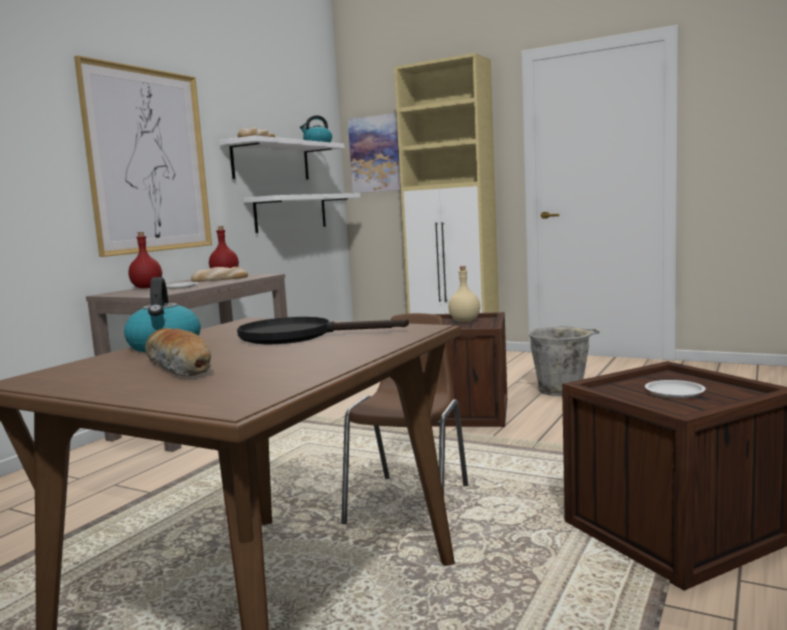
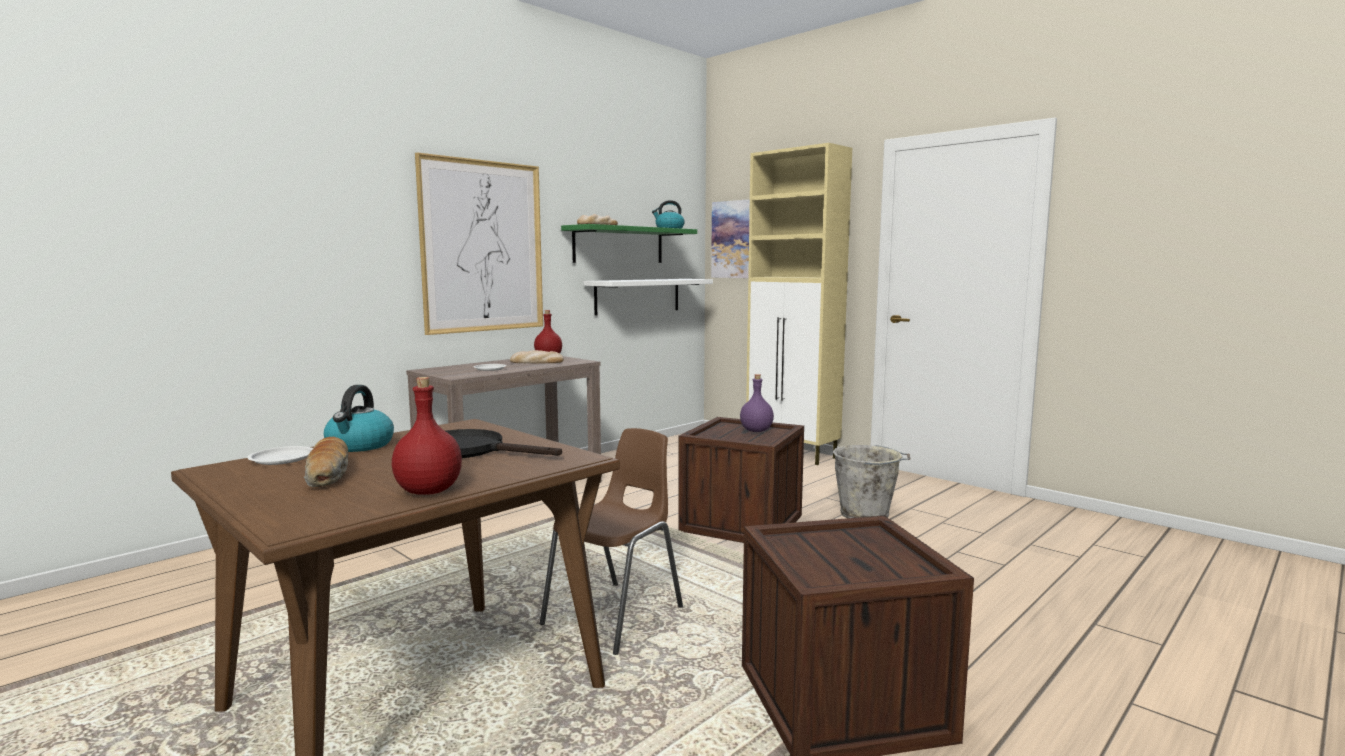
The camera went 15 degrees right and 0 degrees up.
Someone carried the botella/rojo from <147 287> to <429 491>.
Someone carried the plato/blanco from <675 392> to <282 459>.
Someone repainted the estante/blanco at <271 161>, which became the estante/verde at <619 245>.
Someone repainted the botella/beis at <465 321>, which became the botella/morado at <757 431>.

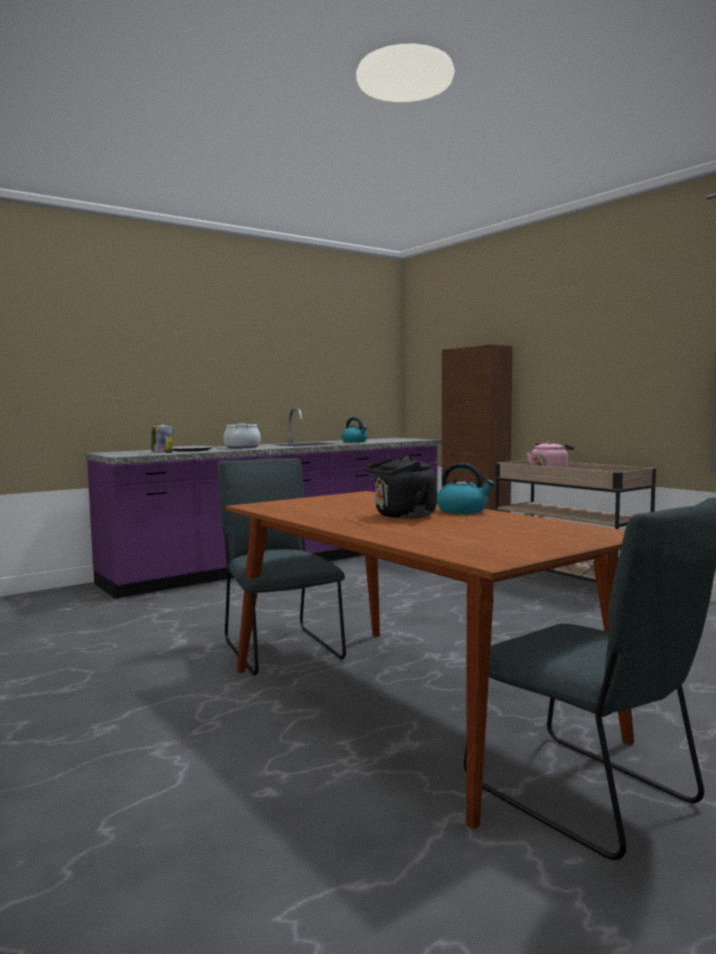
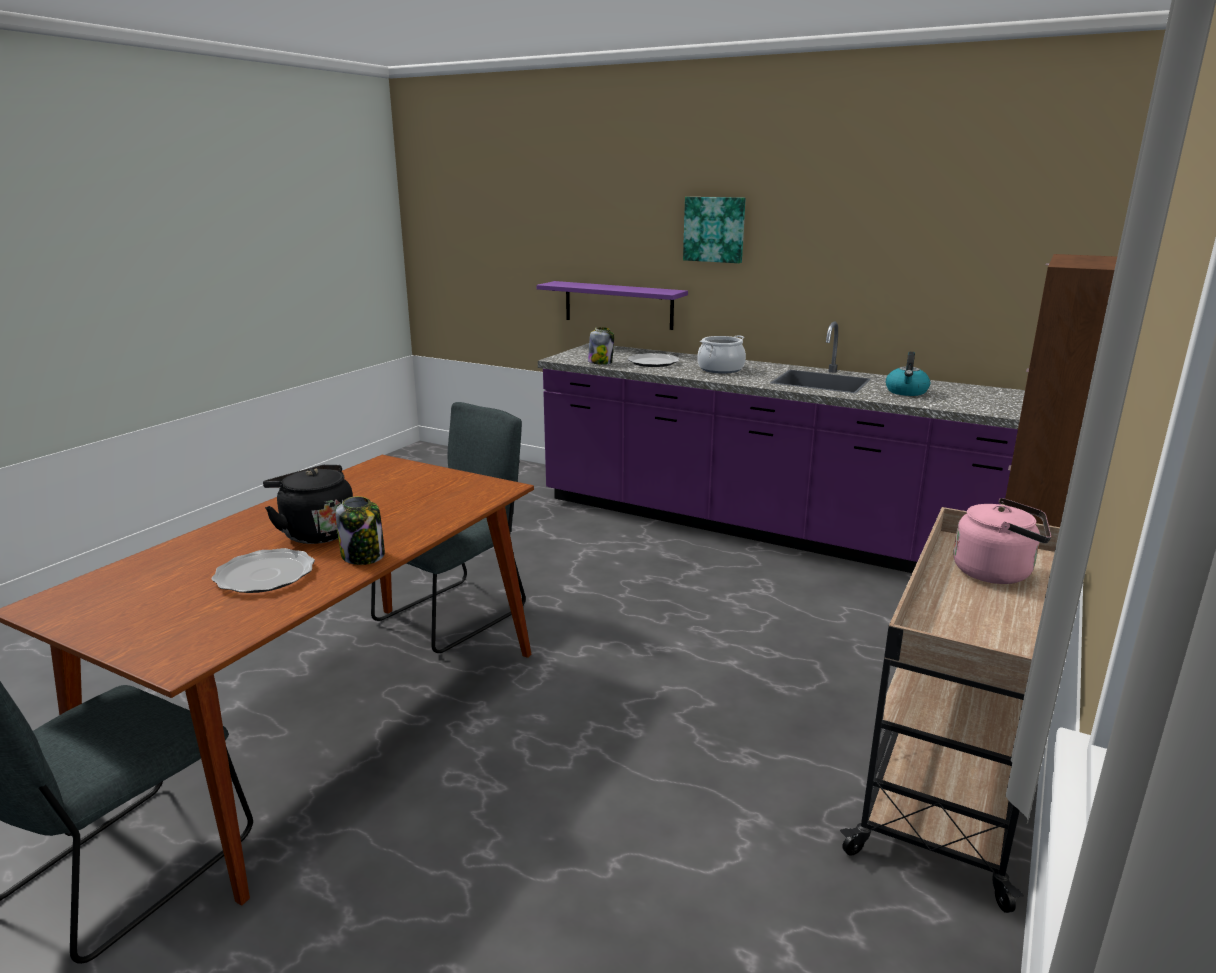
The camera went 65 degrees right and 15 degrees up.
Someone put down the plato at <266 575>.
Someone put up the estante/morado at <618 305>.
Someone put up the cuadro at <714 229>.
Someone swapped the hervidor at <463 511> for the tarro at <363 556>.

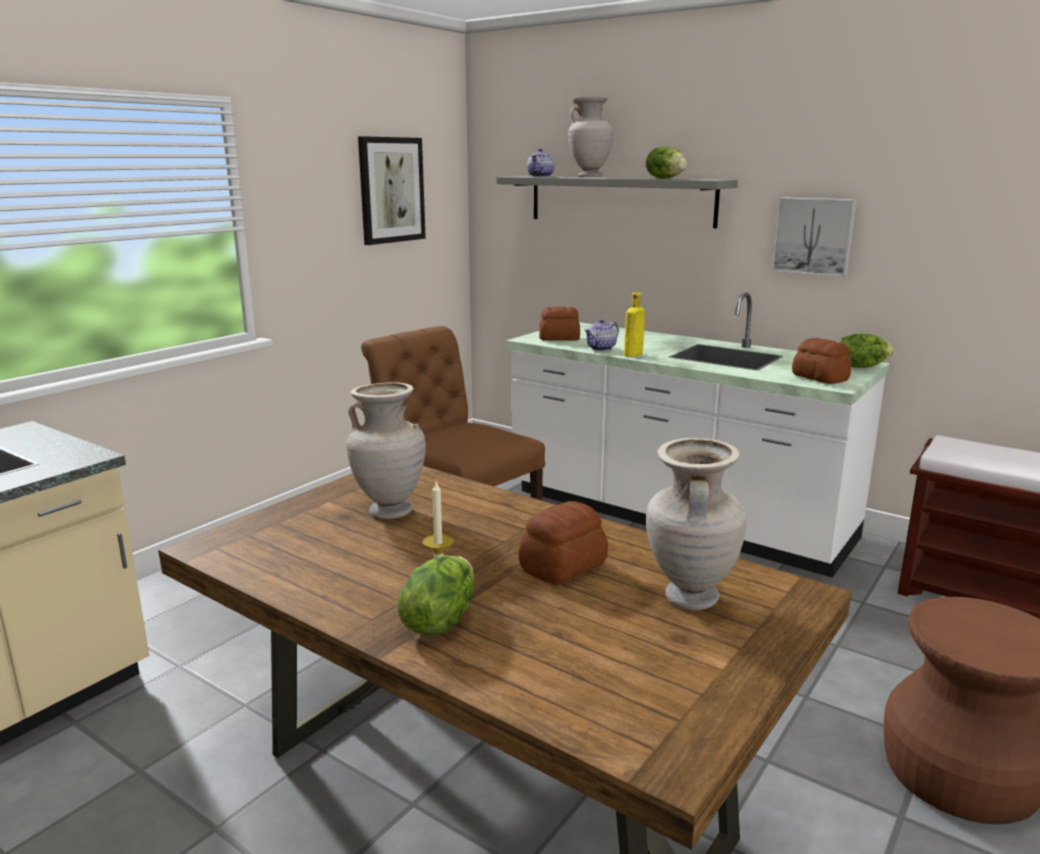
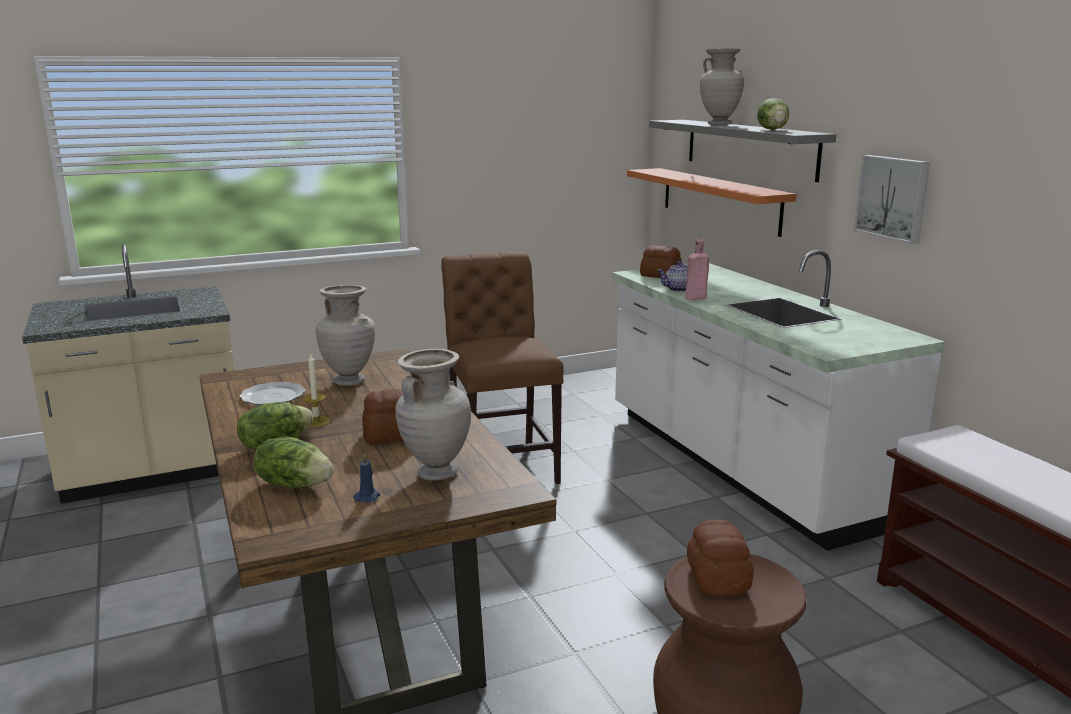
The camera went 30 degrees right and 0 degrees up.
Someone took away the cuadro at <391 190>.
Someone took away the tetera at <540 176>.
Someone put down the plato at <274 396>.
Someone put down the vela/azul at <368 497>.
Someone put up the estante/naranja at <719 200>.
Someone carried the pan from <820 378> to <718 577>.
Someone carried the lechuga from <860 366> to <294 484>.
Someone repainted the botella/amarillo at <632 355>, which became the botella/rosa at <694 298>.

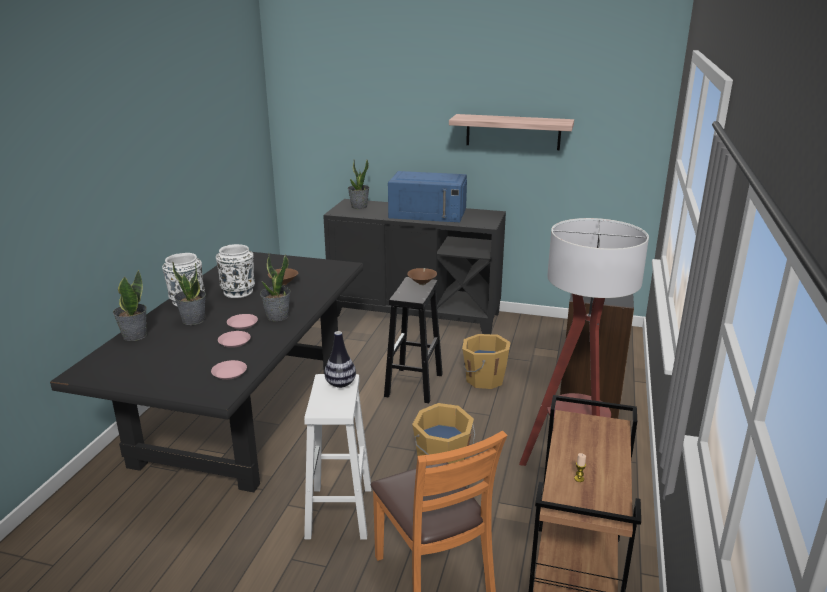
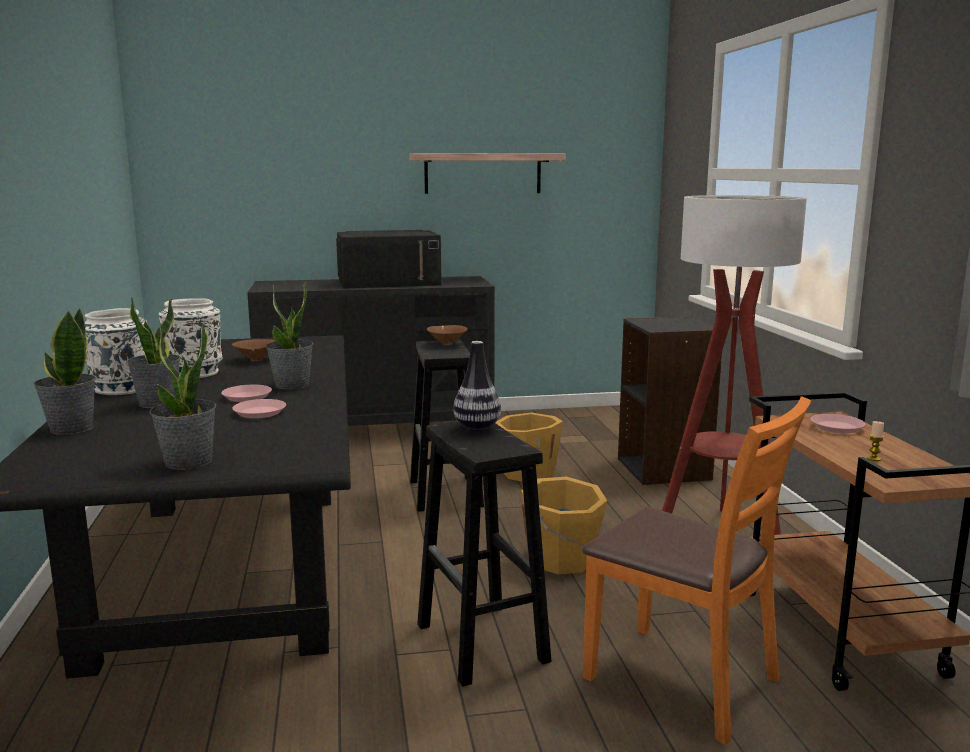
The camera went 25 degrees left and 10 degrees down.
Someone carried the plato/rosa from <229 373> to <837 427>.
Someone carried the planta en maceta from <359 207> to <188 462>.
Someone repainted the taburete/blanco at <339 513>, which became the taburete/negro at <483 644>.
Someone repainted the microondas/azul at <428 213>, which became the microondas/negro at <390 282>.

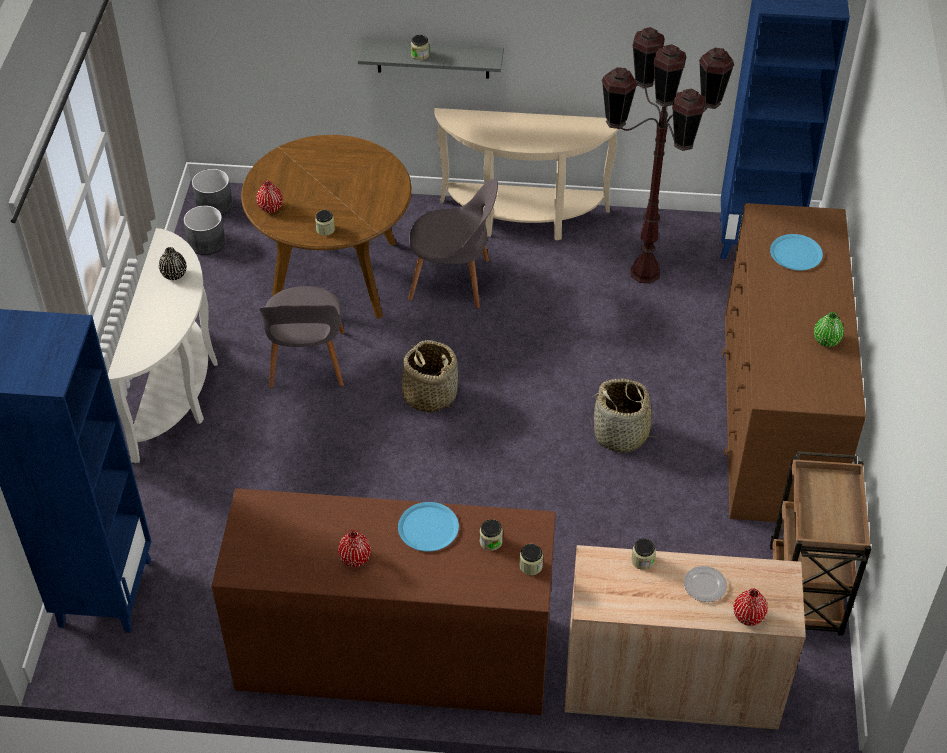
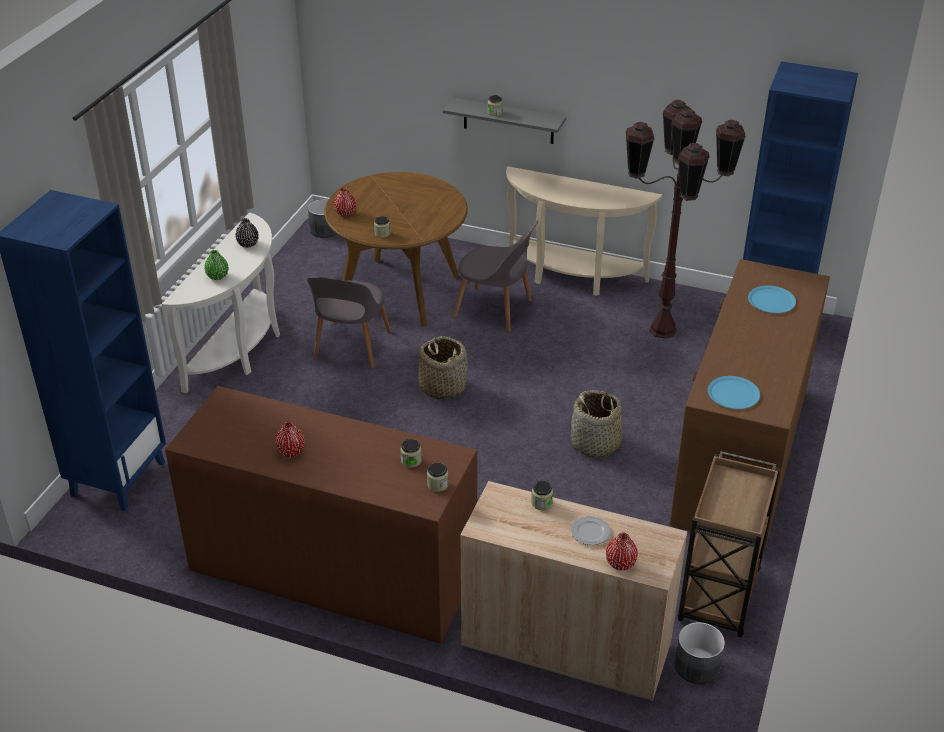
The camera went 15 degrees right and 10 degrees down.
Someone carried the maceta/gris from <206 242> to <697 665>.
Someone carried the plato/azul from <428 527> to <733 393>.
Someone carried the florero/verde from <826 340> to <217 276>.

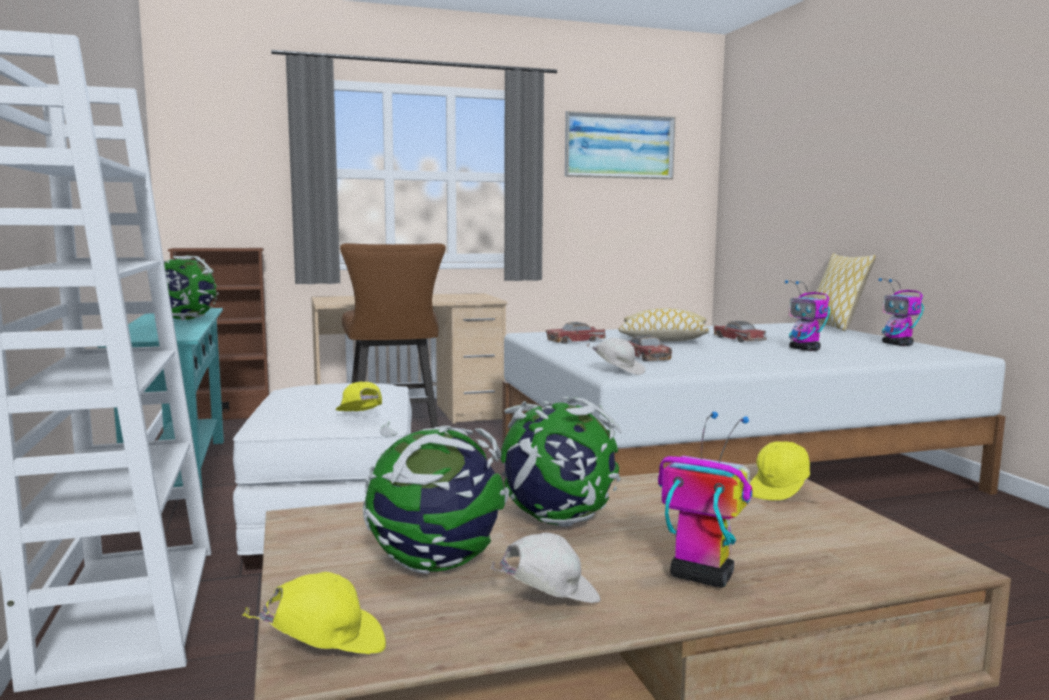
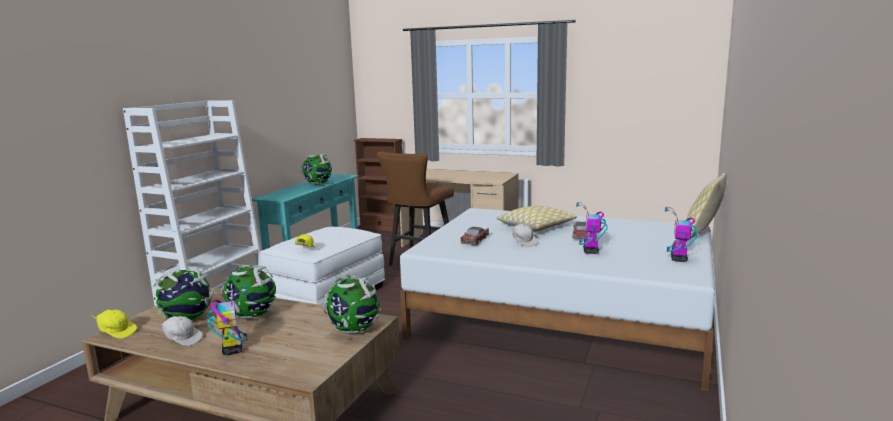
The camera went 40 degrees right and 5 degrees up.
Someone took away the coche de juguete at <575 341>.
Someone took away the cuadro at <619 146>.
Someone carried the gorra/blanco from <619 371> to <524 243>.
Someone swapped the gorra/amarillo at <780 491> for the globo terráqueo at <354 330>.

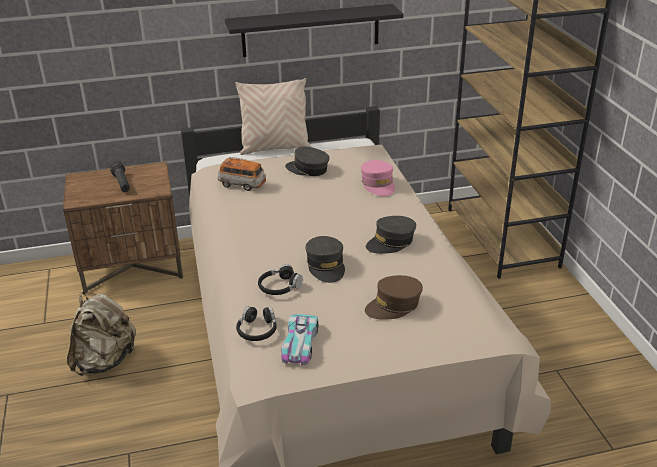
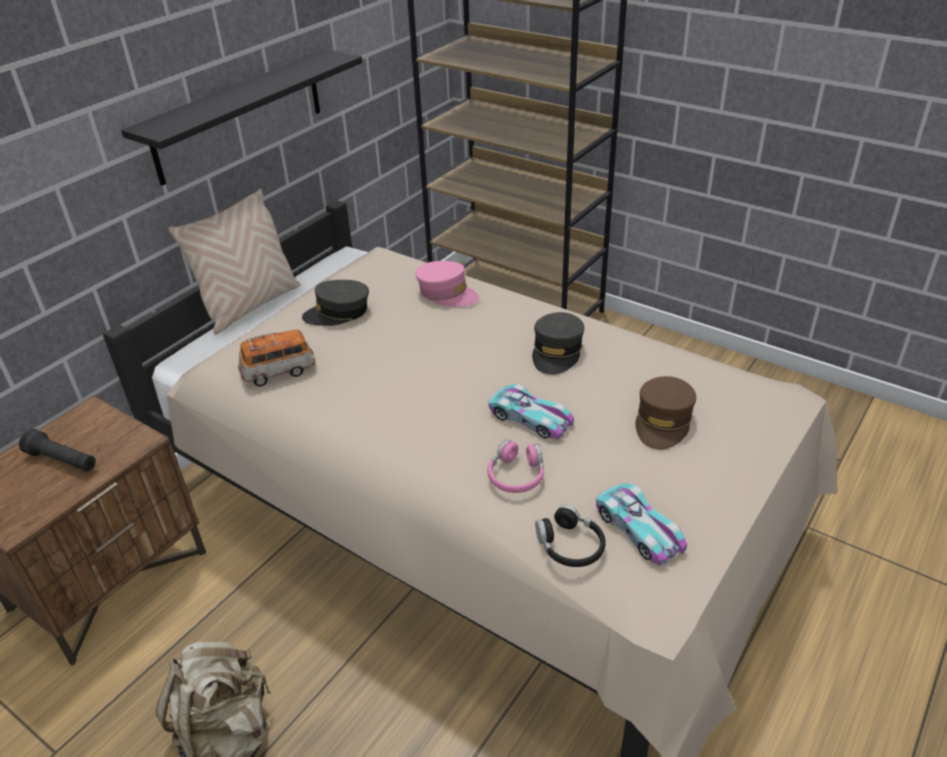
The camera went 40 degrees left and 5 degrees up.
Someone swapped the gorra/gris at <326 266> for the coche de juguete at <530 418>.
Someone repainted the auriculares/negro at <279 287>, which became the auriculares/rosa at <516 475>.

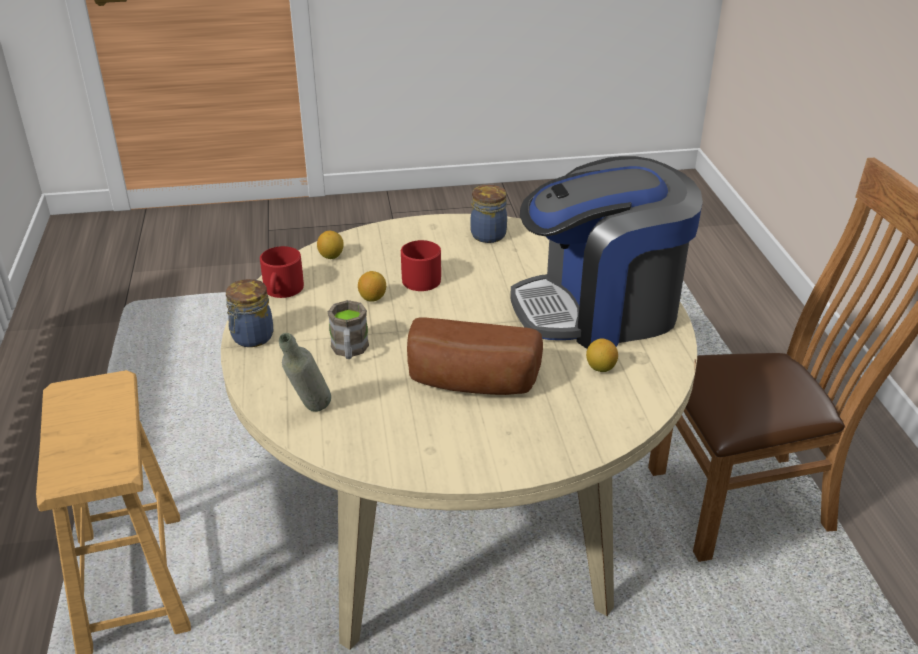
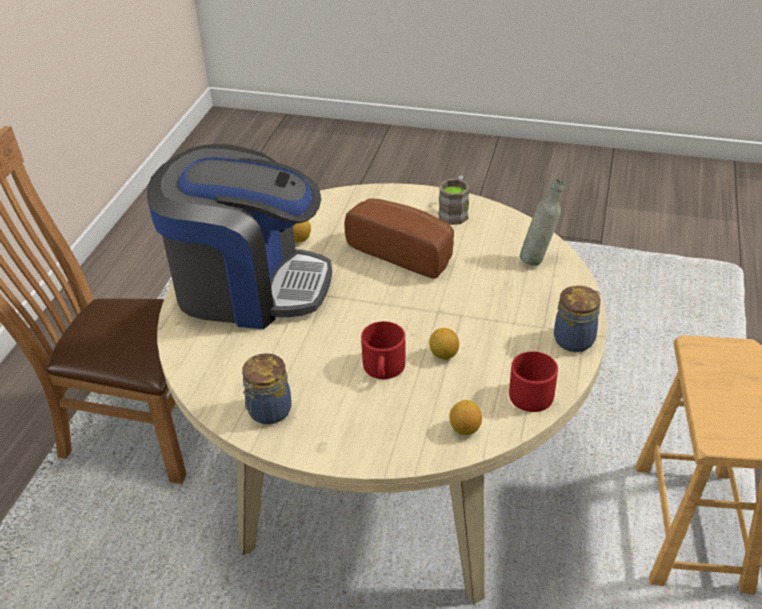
The camera went 155 degrees left and 5 degrees up.
Someone carried the taza grande/marrón from <349 351> to <455 212>.

